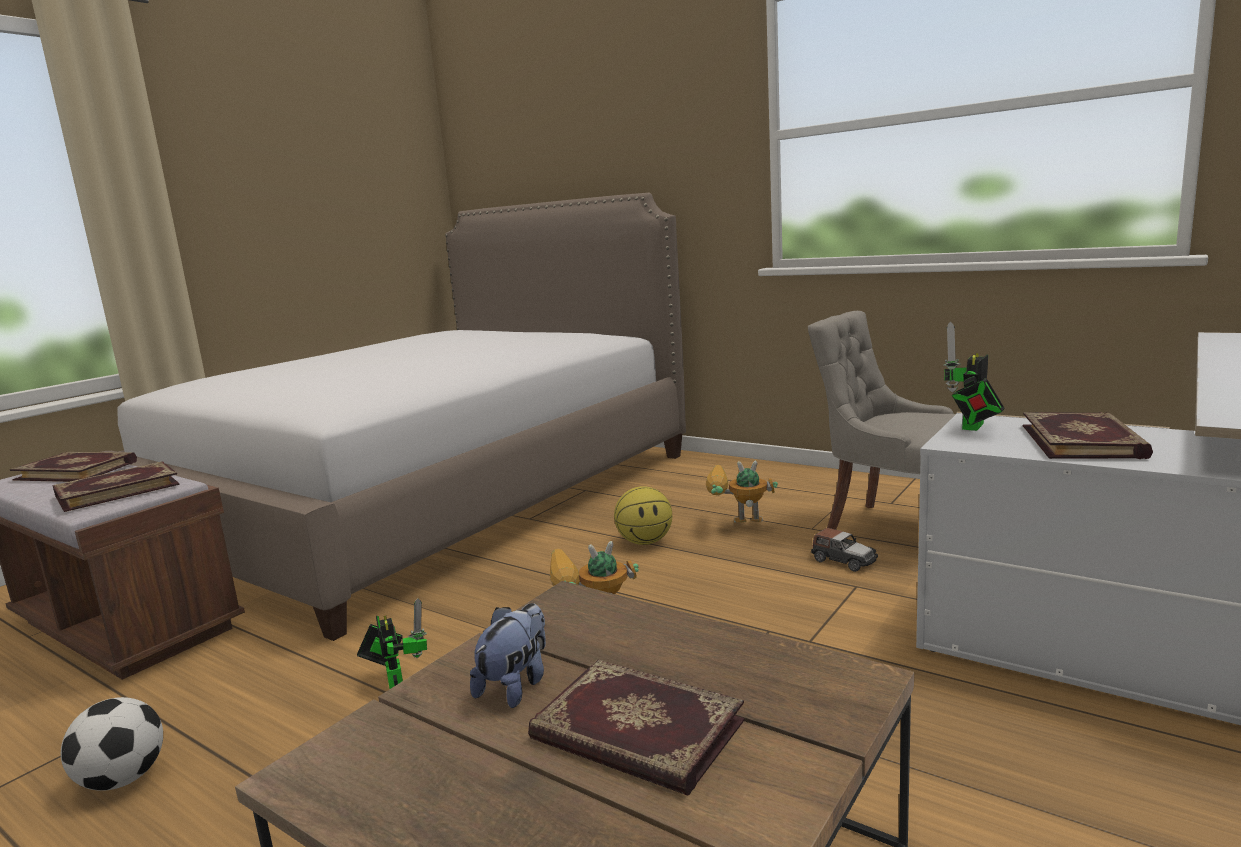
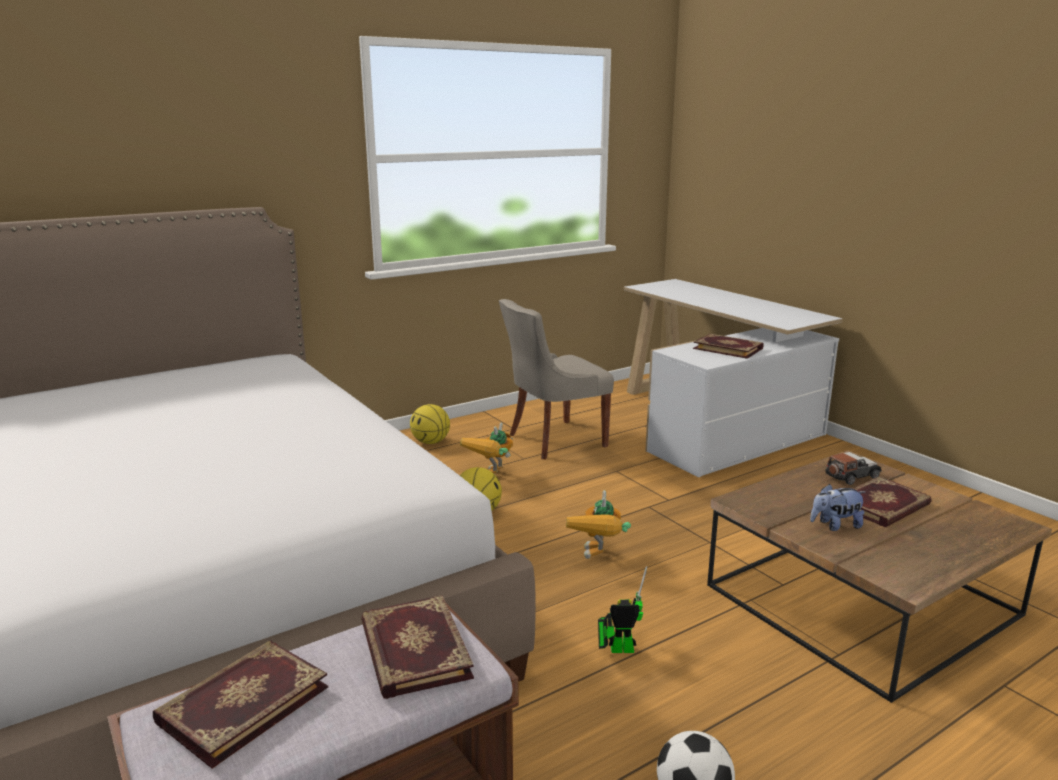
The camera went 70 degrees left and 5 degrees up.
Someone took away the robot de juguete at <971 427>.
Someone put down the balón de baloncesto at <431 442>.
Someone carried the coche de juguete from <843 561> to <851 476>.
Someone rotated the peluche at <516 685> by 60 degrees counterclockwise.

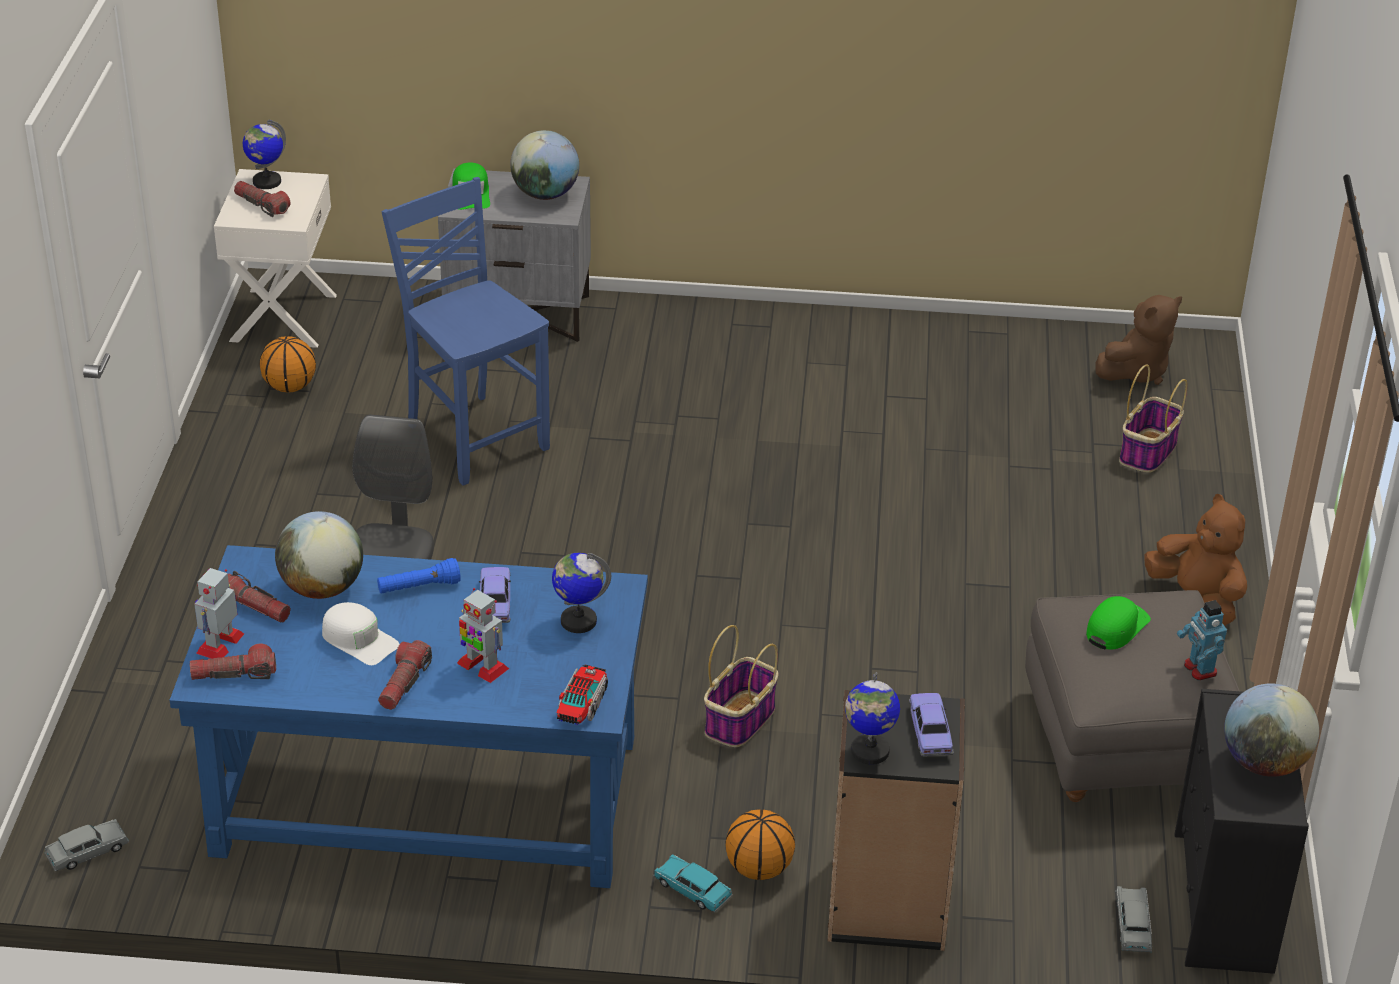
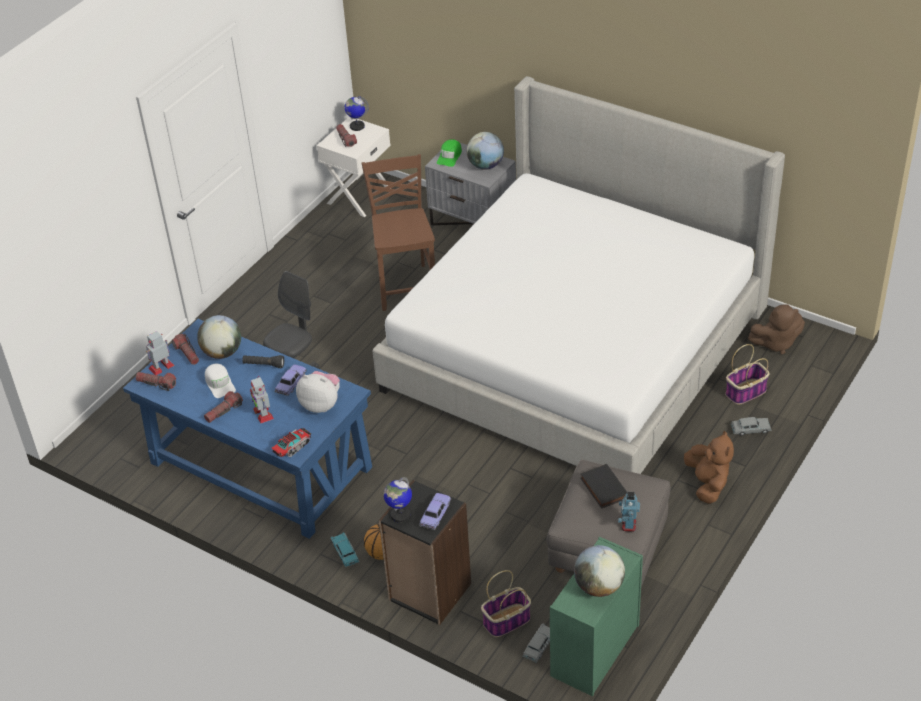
The camera went 30 degrees right and 5 degrees up.
Someone took away the balón de baloncesto at <290 386>.
Someone put down the cama at <575 348>.
Someone carried the coche de juguete/gris from <88 853> to <750 430>.
Someone carried the cesta from <740 721> to <506 621>.
Someone swapped the globo terráqueo at <578 621> for the peluche at <321 404>.
Someone swapped the gorra/verde at <1116 627> for the libro/negro at <602 488>.
Someone repainted the linterna/azul at <419 587>, which became the linterna/negro at <264 365>.
Someone repainted the silla/azul at <475 437>, which became the silla/marrón at <406 286>.
Someone repainted the cómoda/negro at <1223 904>, which became the cómoda/verde at <594 651>.

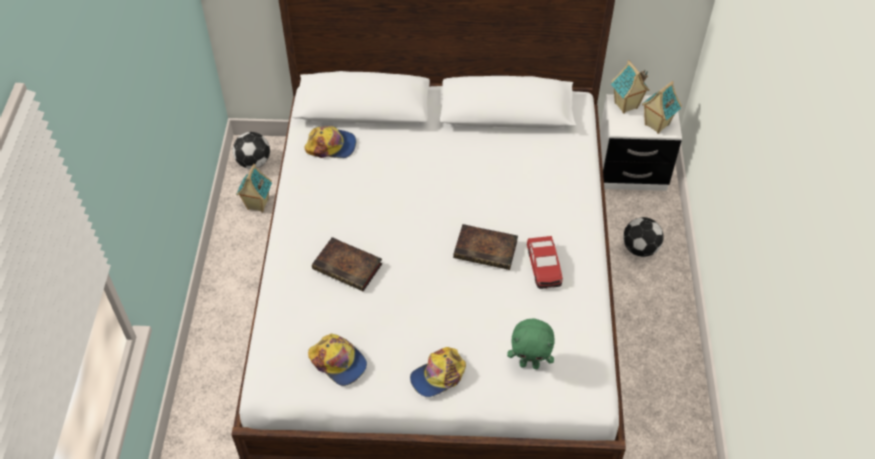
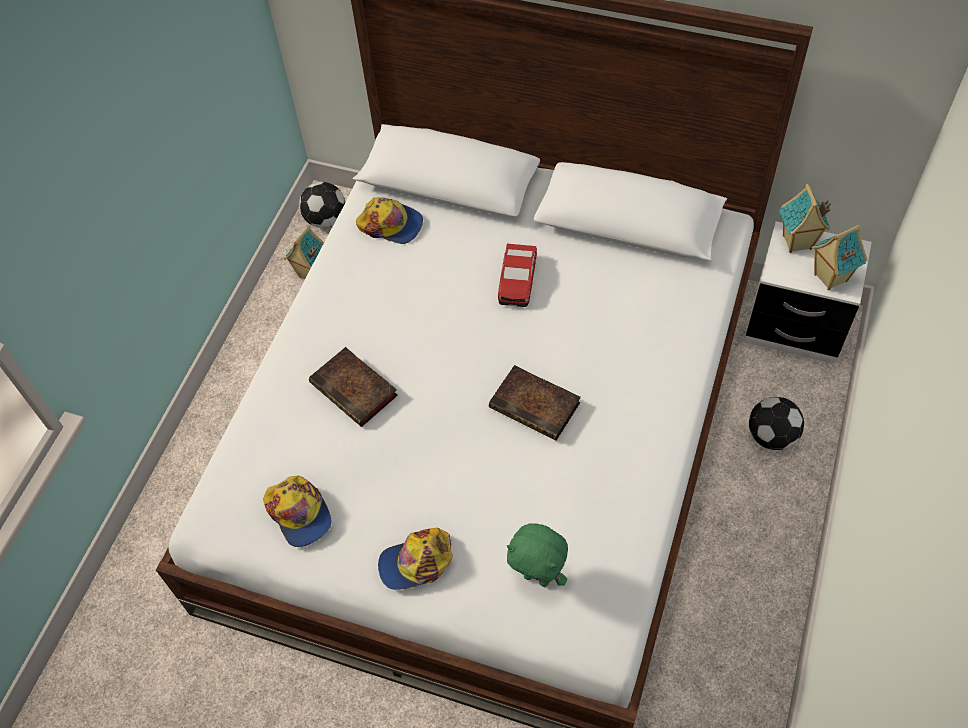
The camera went 20 degrees right and 5 degrees up.
Someone carried the coche de juguete from <544 266> to <517 280>.

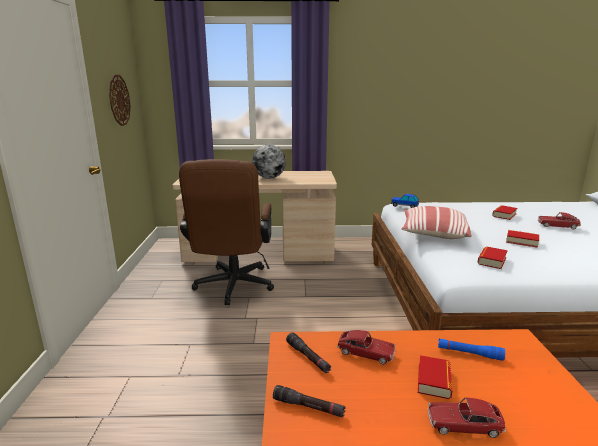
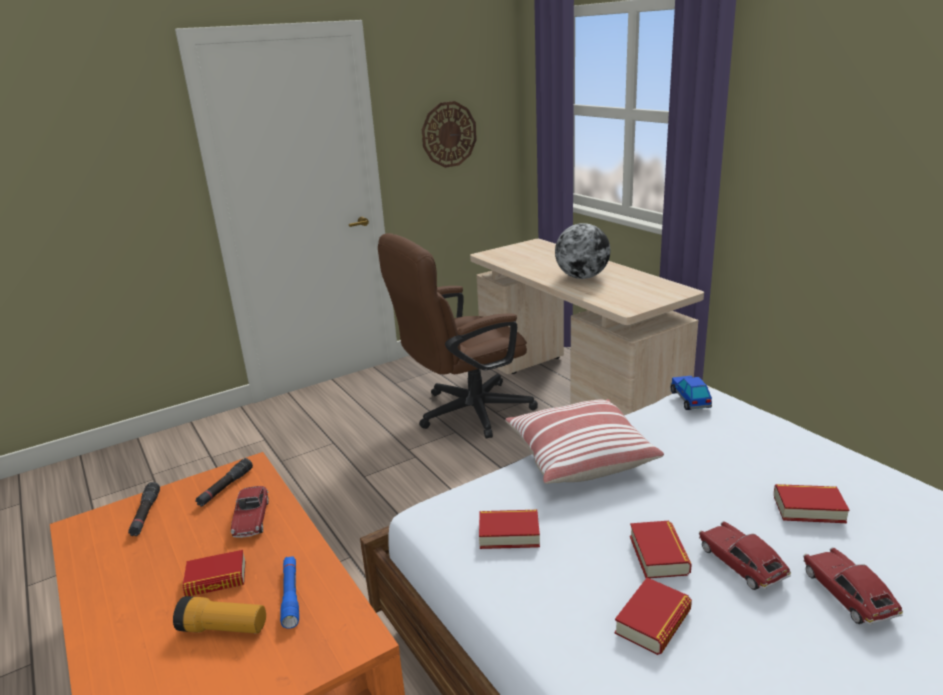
The camera went 60 degrees right and 5 degrees up.
Someone put down the linterna at <223 628>.
Someone put down the libro at <653 622>.
Someone carried the coche de juguete from <464 425> to <741 563>.

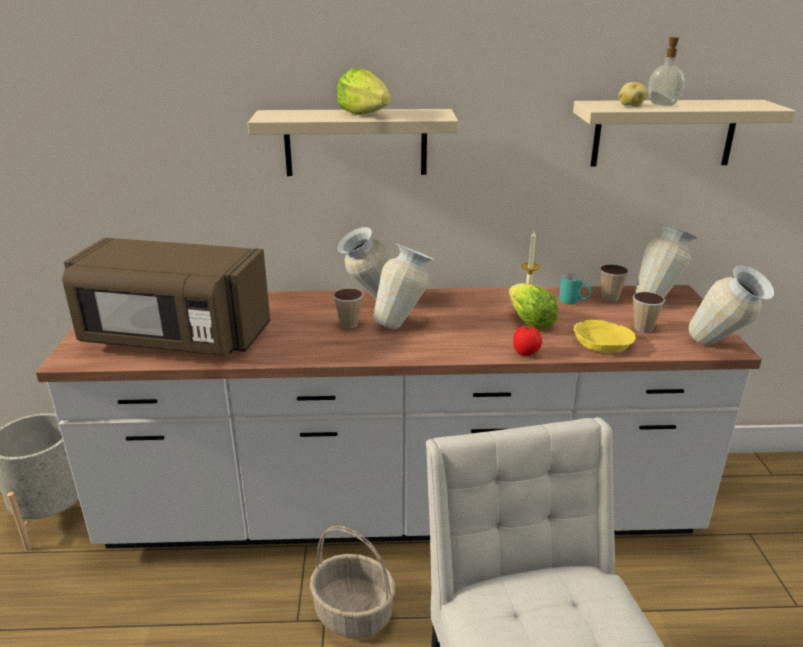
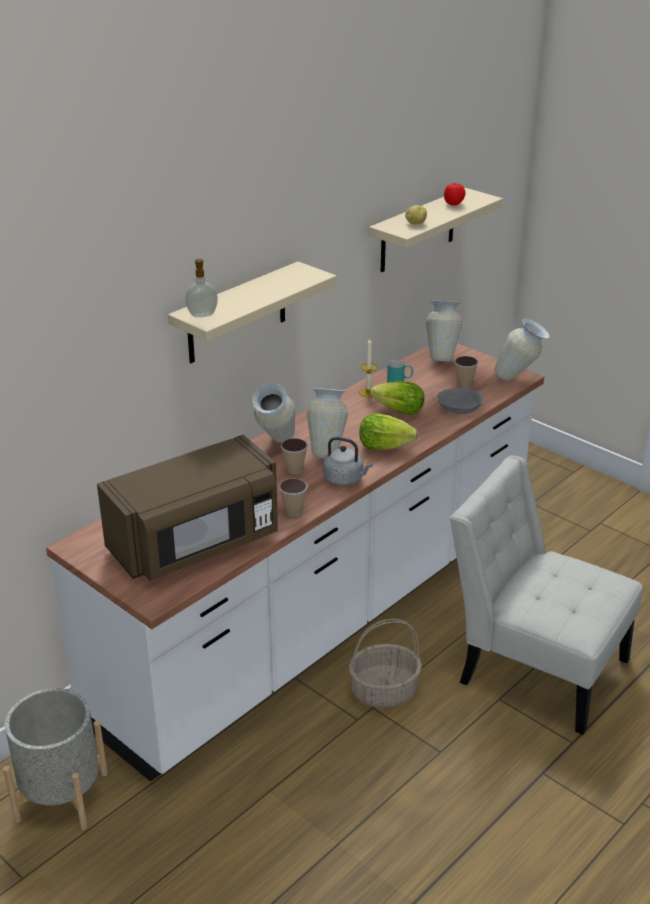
The camera went 45 degrees left and 5 degrees up.
Someone put down the hervidor/gris at <345 479>.
Someone carried the lechuga from <364 114> to <384 446>.
Someone carried the tomate from <526 353> to <454 204>.
Someone carried the taza from <610 297> to <293 511>.
Someone carried the dispensador de jabón from <663 104> to <202 314>.
Someone repainted the cuenco/amarillo at <603 343>, which became the cuenco/gris at <459 405>.

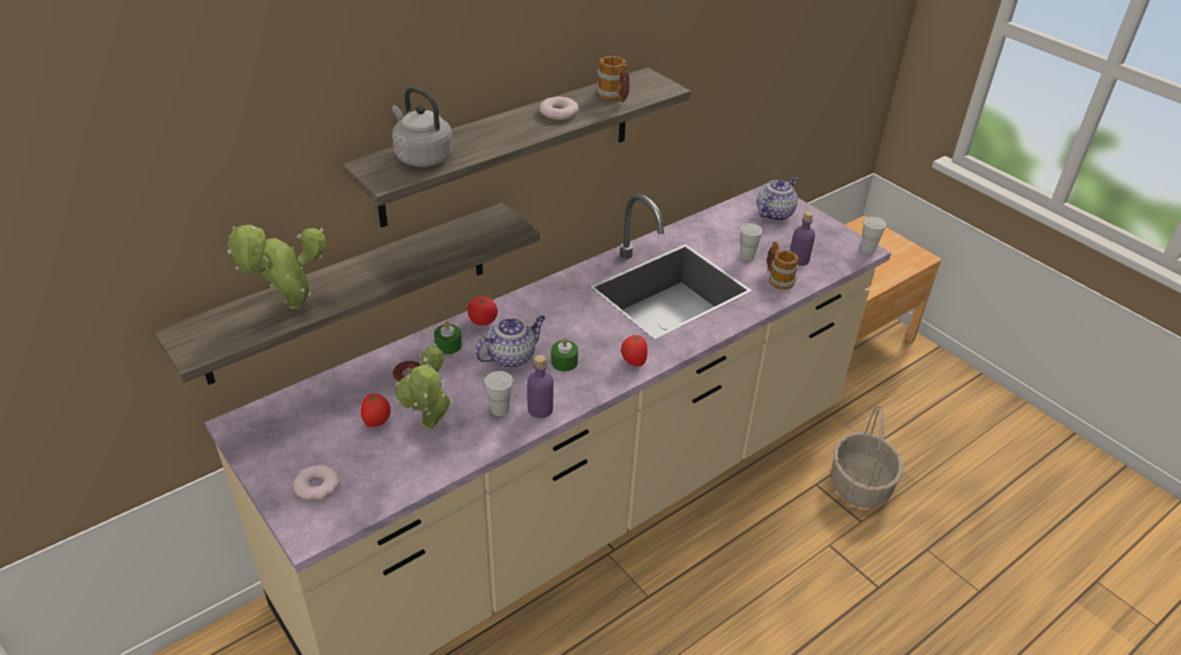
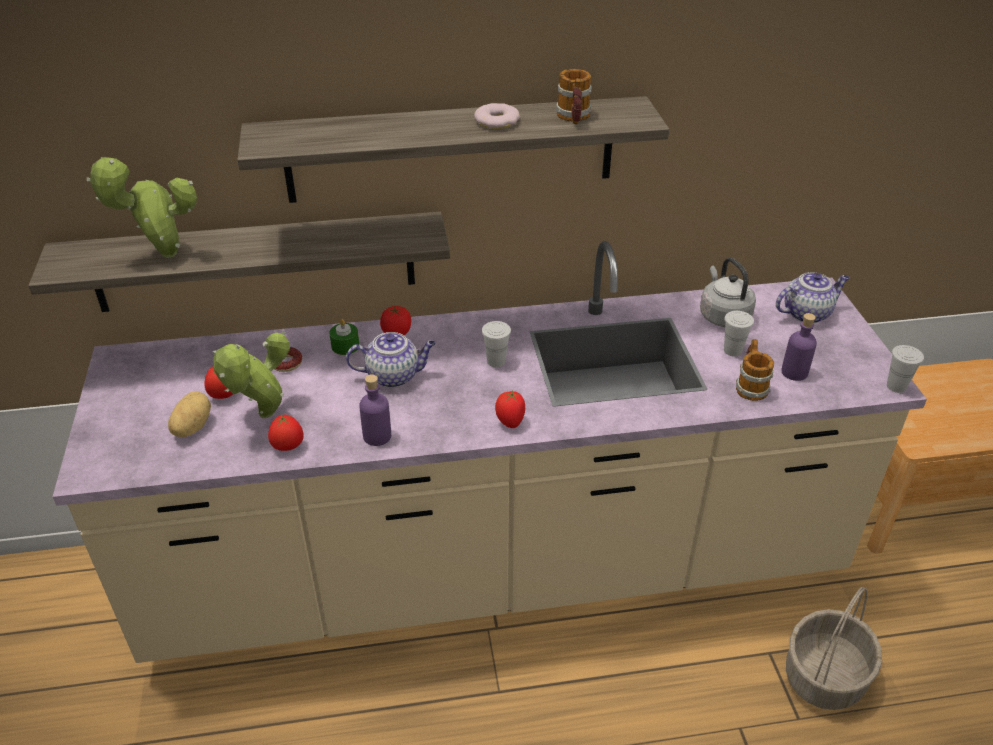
The camera went 30 degrees right and 0 degrees up.
Someone took away the rosquilla at <317 486>.
Someone took away the vela/verde at <564 362>.
Someone put down the patata at <191 427>.
Someone put down the tomate at <288 447>.
Someone carried the hervidor/gris from <421 157> to <723 315>.
Someone carried the taza/blanco from <500 409> to <496 361>.

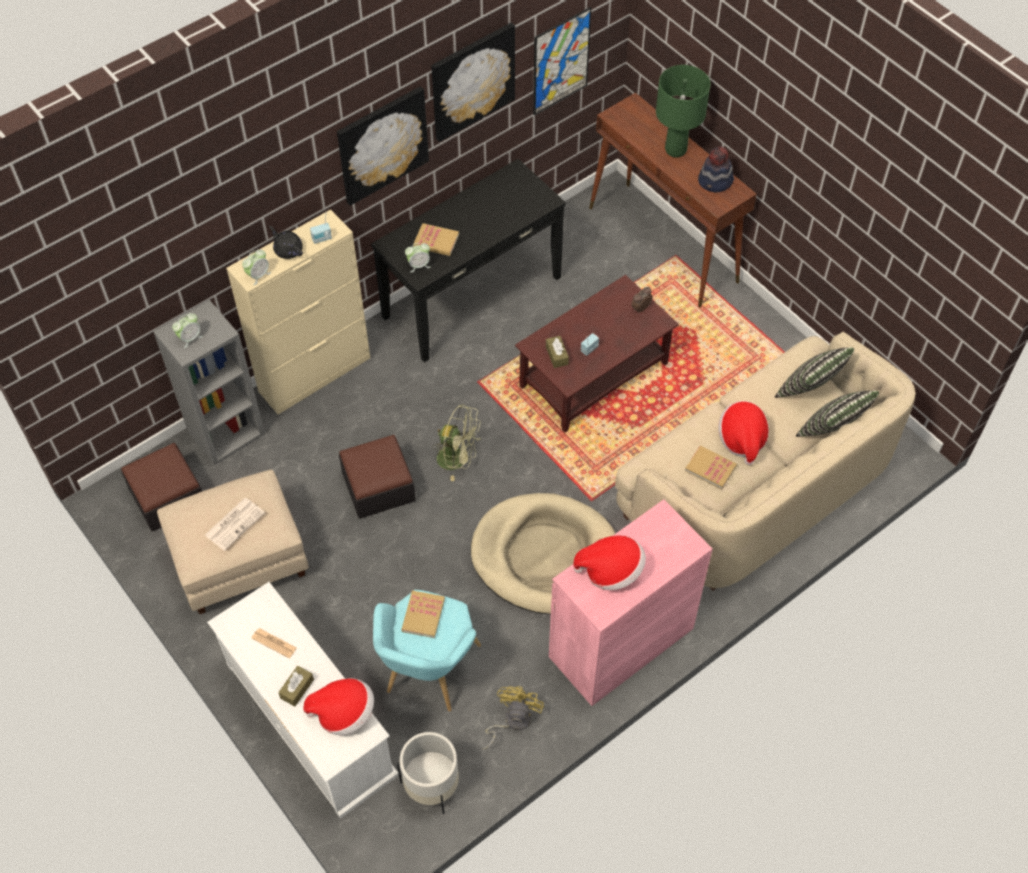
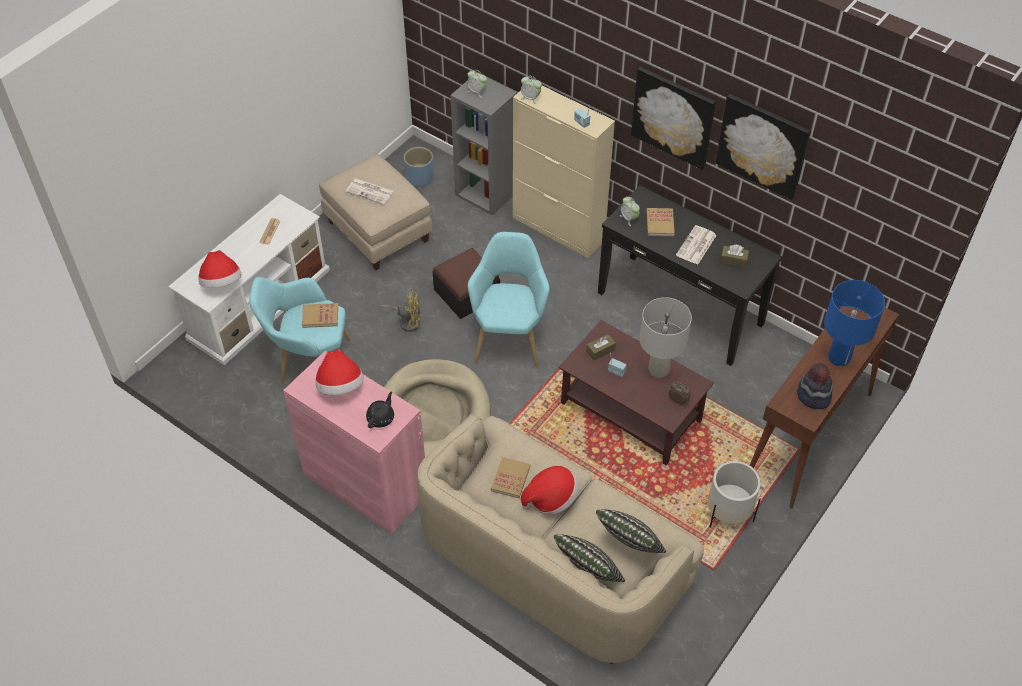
The camera went 75 degrees right and 5 degrees down.
Someone took away the cuadro at <561 61>.
Someone put down the lámpara de mesa/gris at <658 370>.
Someone put down the periódico at <696 246>.
Someone carried the tetera/negro from <288 250> to <381 418>.
Someone carried the caja de pañuelos/marrón from <297 689> to <733 260>.
Someone carried the maceta/blanco from <431 785> to <728 513>.
Someone carried the ventilador/amarillo from <512 721> to <407 321>.
Someone swapped the puf at <167 496> for the maceta/azul at <420 178>.
Someone swapped the ventilador/verde at <458 459> for the sillón/turquesa at <509 337>.
Someone repainted the lámpara de mesa/verde at <675 150>, which became the lámpara de mesa/azul at <838 357>.

